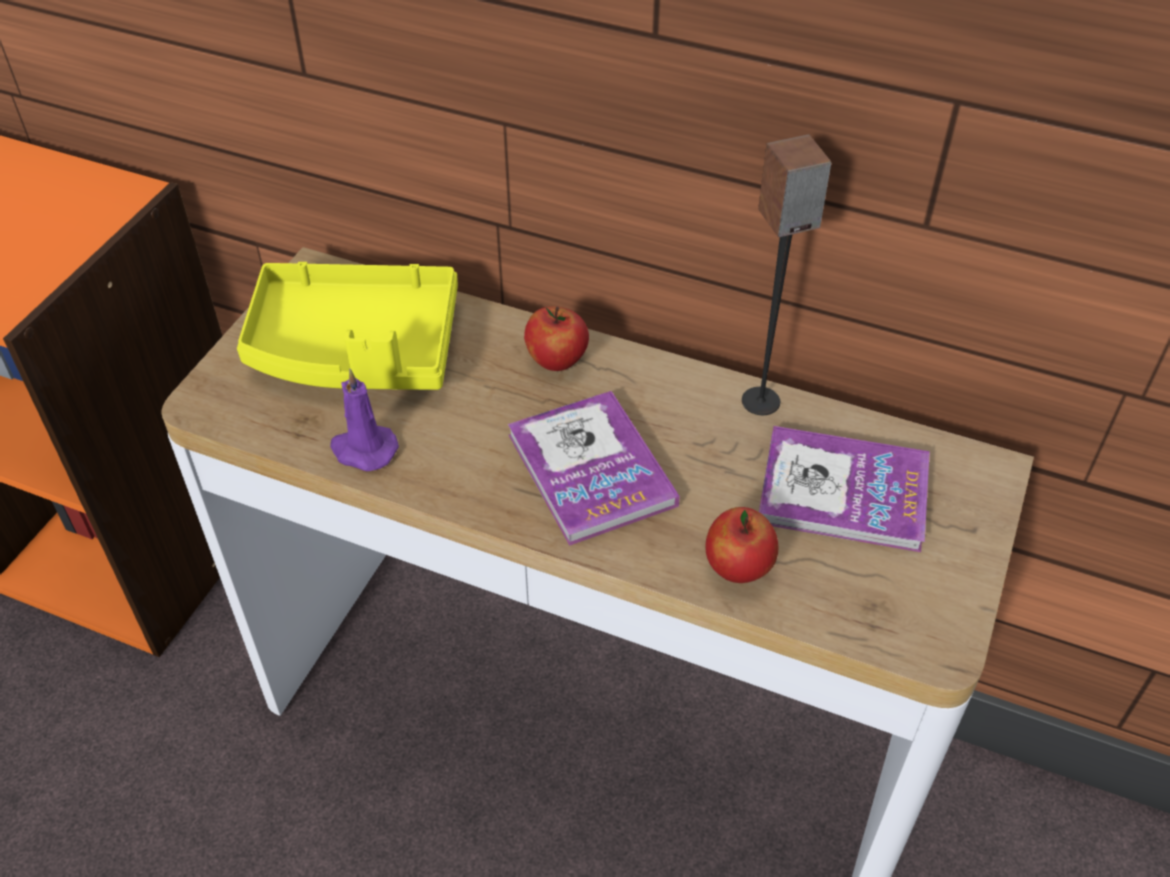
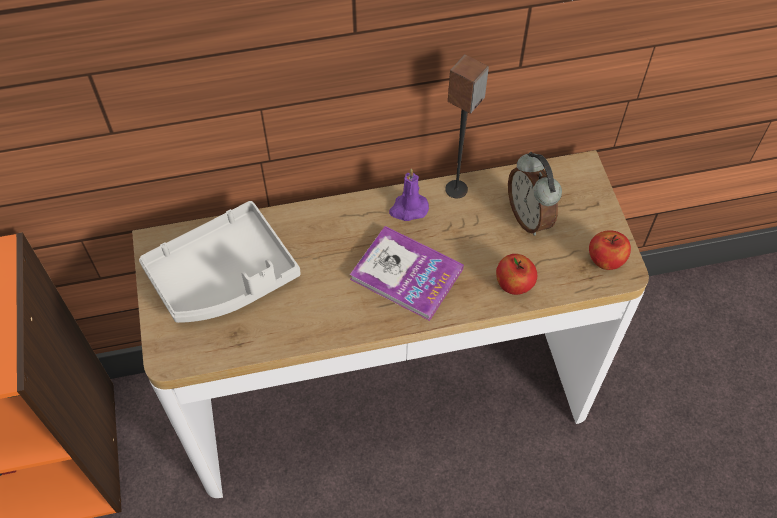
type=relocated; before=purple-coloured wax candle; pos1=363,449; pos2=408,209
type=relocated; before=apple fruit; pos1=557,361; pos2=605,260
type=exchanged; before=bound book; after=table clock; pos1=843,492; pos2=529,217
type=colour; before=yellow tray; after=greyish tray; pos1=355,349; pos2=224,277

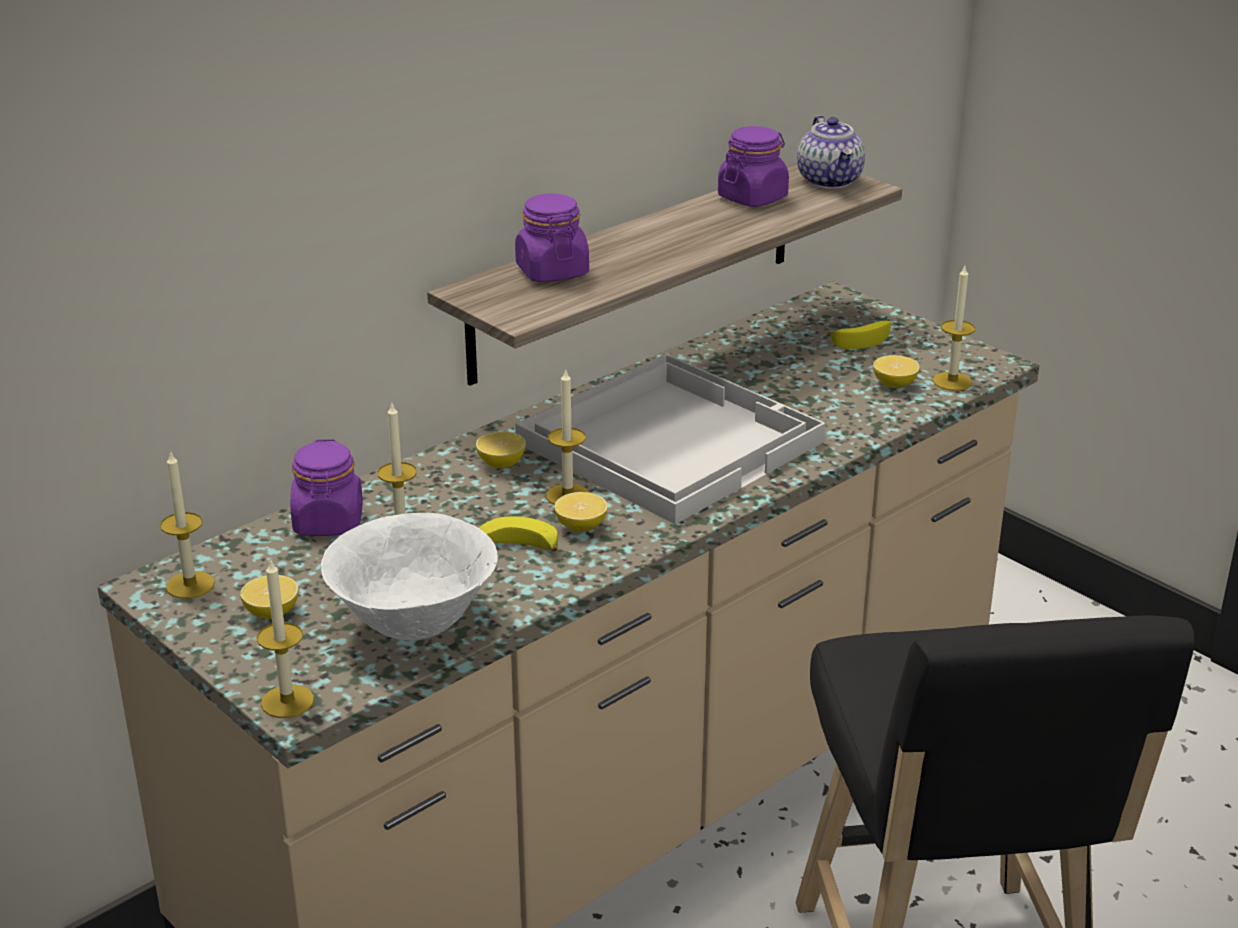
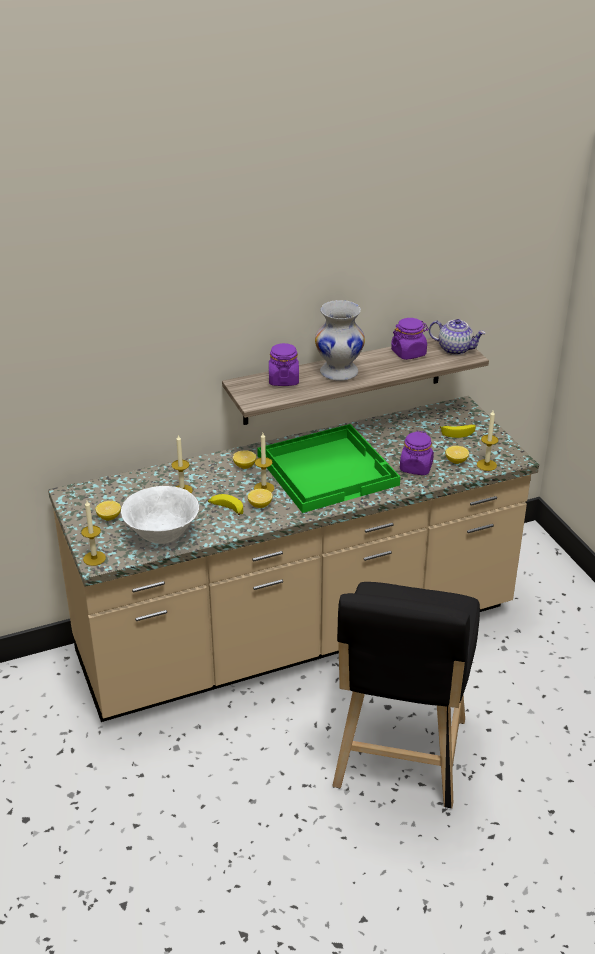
type=missing; before=wax candle; pos1=190,585
type=appeared; after=white-coloured flower vase; pos2=338,372
type=relocated; before=purple-coloured preserve jar; pos1=329,522; pos2=416,468
type=colour; before=white-coloured tray; after=green tray; pos1=670,440; pos2=328,469
type=spun; before=teapot; pos1=830,181; pos2=455,349; turn=-75

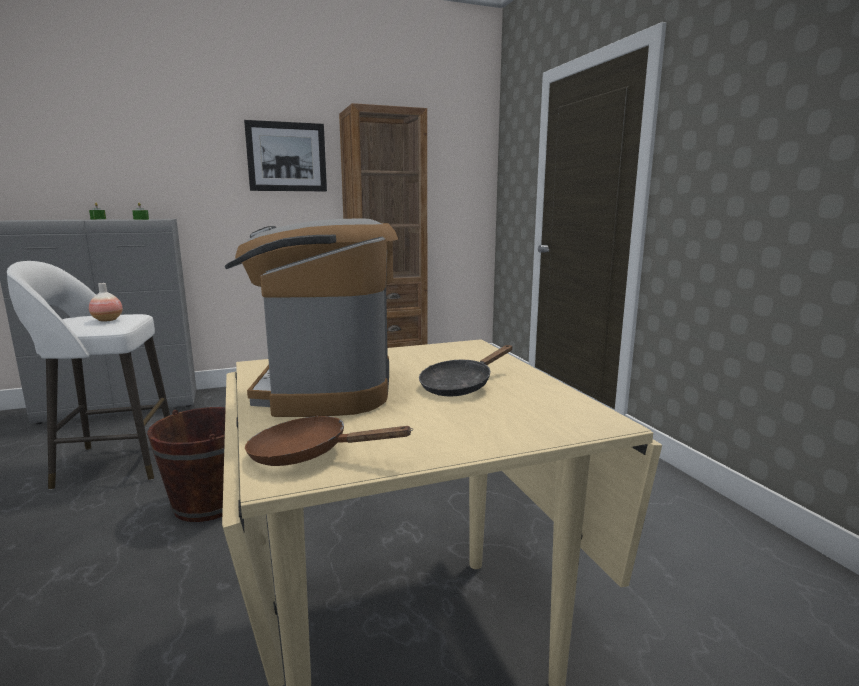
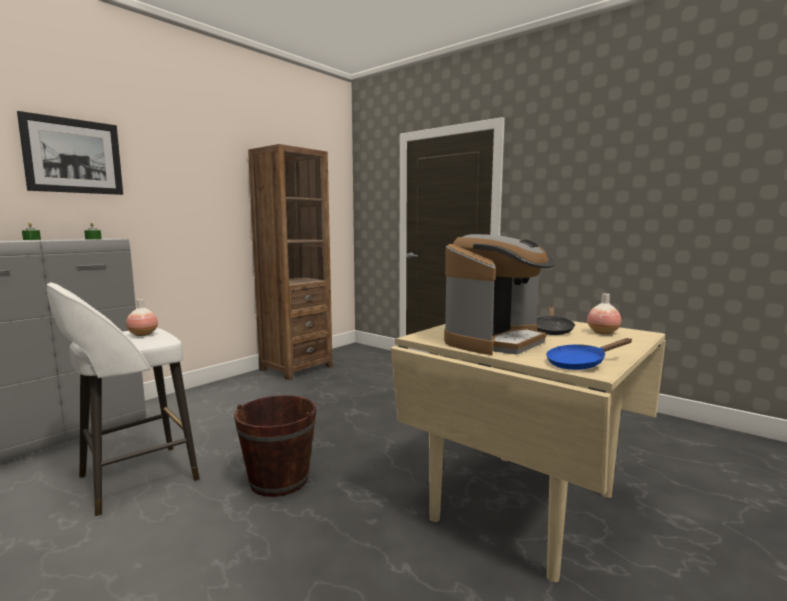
type=appeared; after=flower vase; pos2=603,332
type=relocated; before=wall art; pos1=286,157; pos2=73,156
type=colour; before=brown-coloured skillet; after=blue-coloured skillet; pos1=308,454; pos2=580,364
type=spun; before=coffee maker; pos1=324,389; pos2=495,341; turn=-105

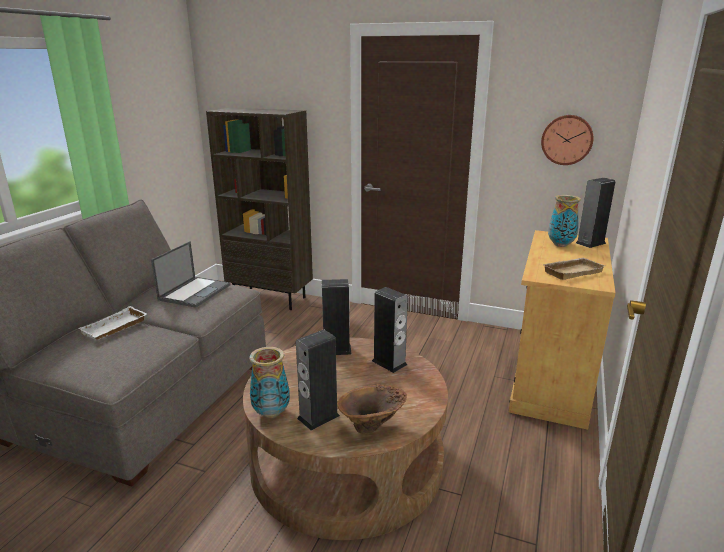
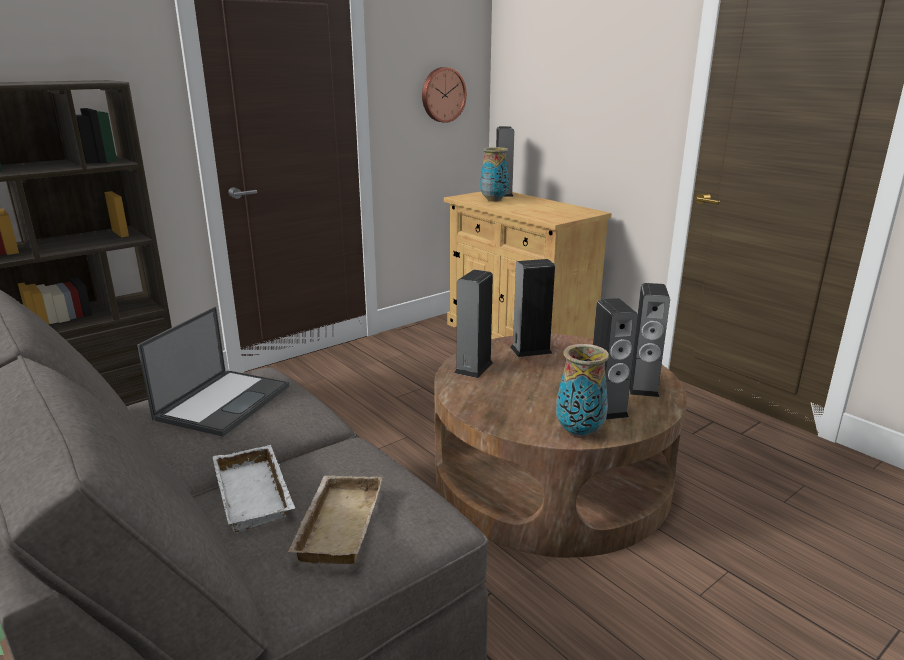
type=relocated; before=sand-coloured tray; pos1=571,271; pos2=337,523
type=exchanged; before=brown-coloured flower vase; after=audio speaker; pos1=372,427; pos2=643,386
type=spun; before=laptop; pos1=195,292; pos2=224,401; turn=60

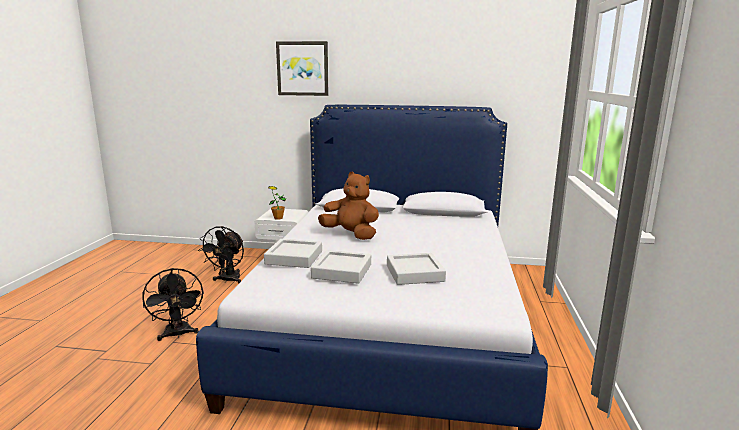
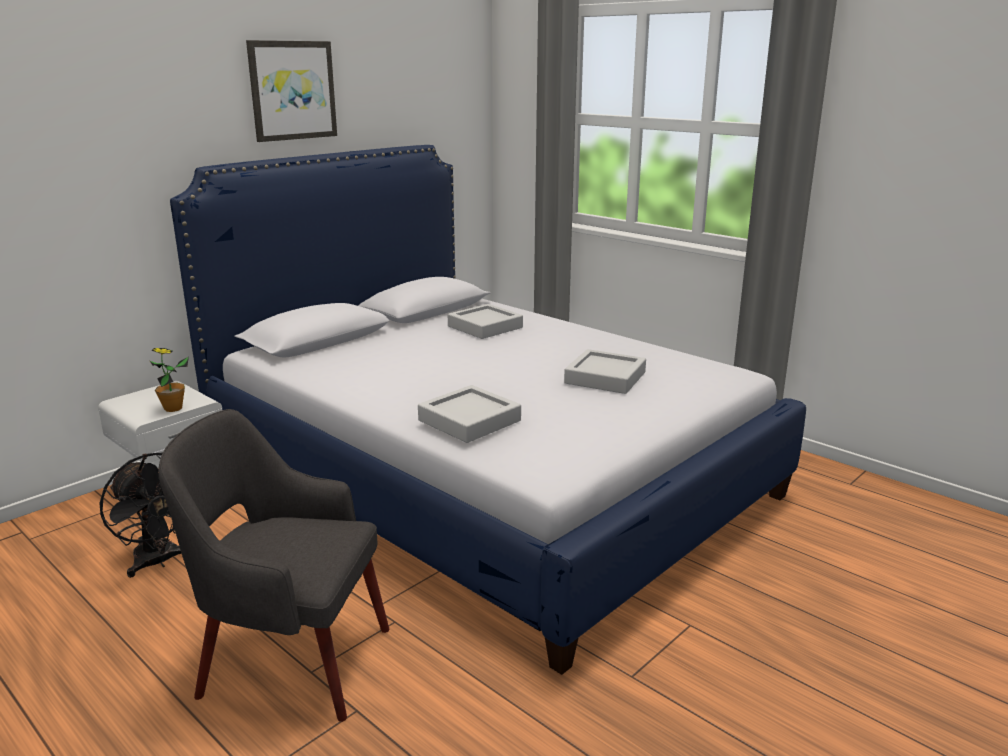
type=missing; before=brown-coloured cuddly toy; pos1=351,235
type=relocated; before=wall art; pos1=302,68; pos2=292,90
type=relocated; before=greyish tray; pos1=342,271; pos2=485,327
type=exchanged; before=black-coloured electric fan; after=greyish lounge chair; pos1=178,334; pos2=292,661

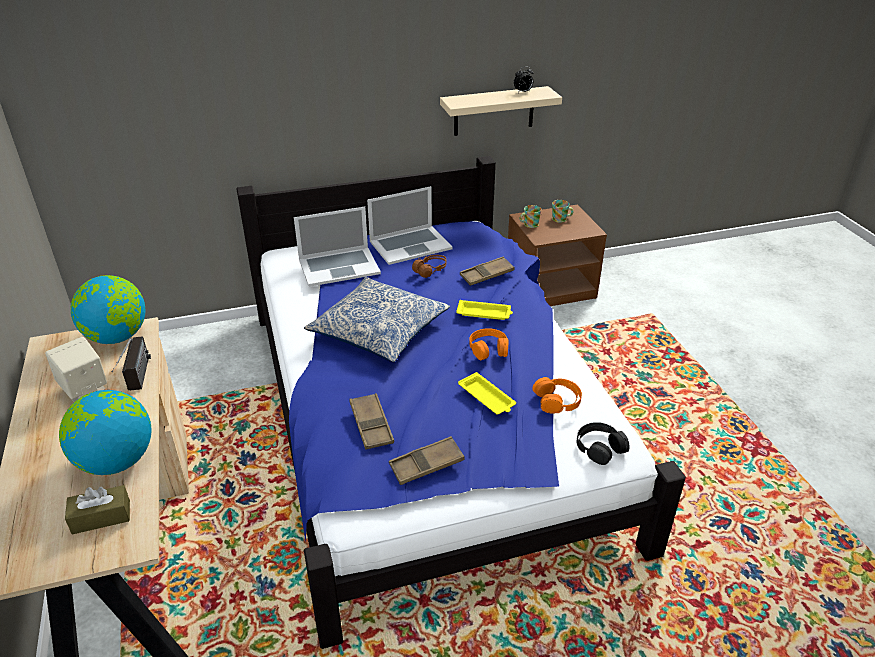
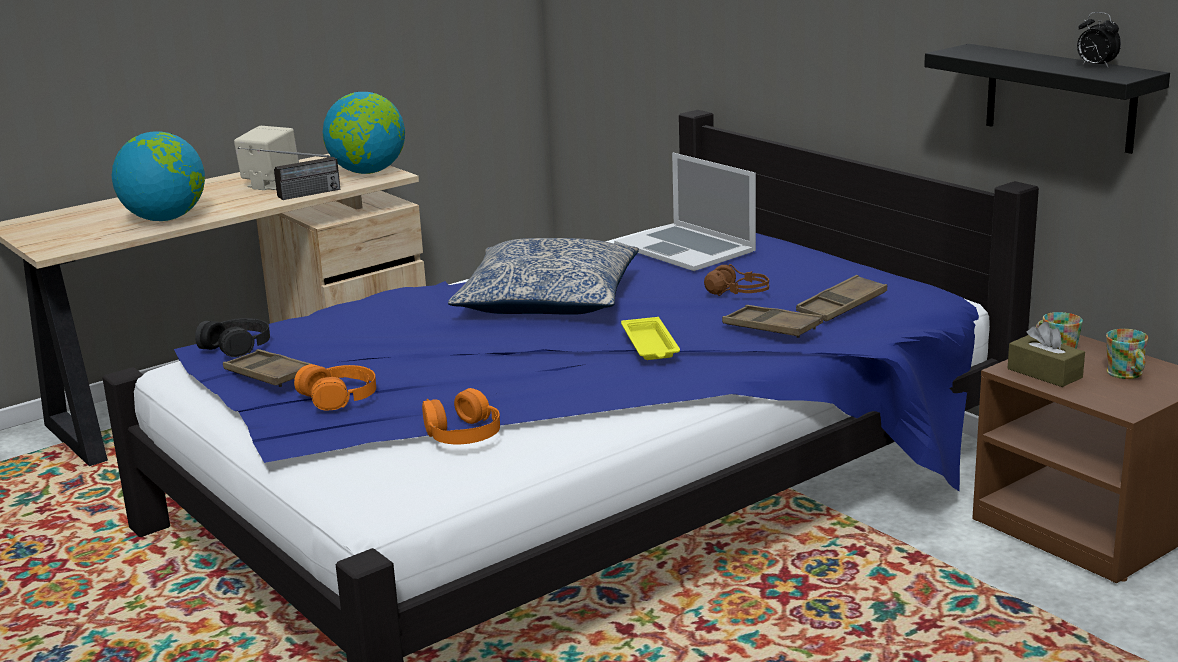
type=missing; before=laptop; pos1=410,245
type=missing; before=yellow tray; pos1=487,398
type=relocated; before=brown-coloured tissue holder; pos1=101,517; pos2=1044,373
type=relocated; before=brown-coloured tray; pos1=371,425; pos2=842,306
type=relocated; before=orangey headset; pos1=488,349; pos2=339,396
type=relocated; before=black-coloured headset; pos1=600,447; pos2=236,345
type=colour; before=sand-coloured wall shelf; after=black-coloured wall shelf; pos1=494,111; pos2=1060,98

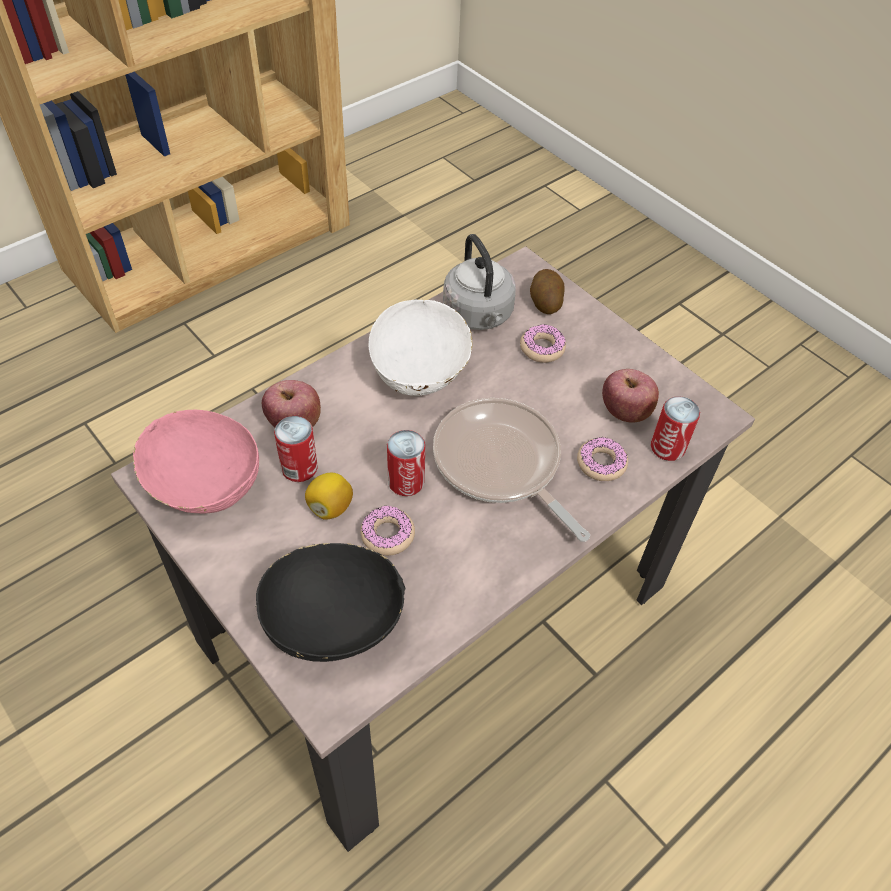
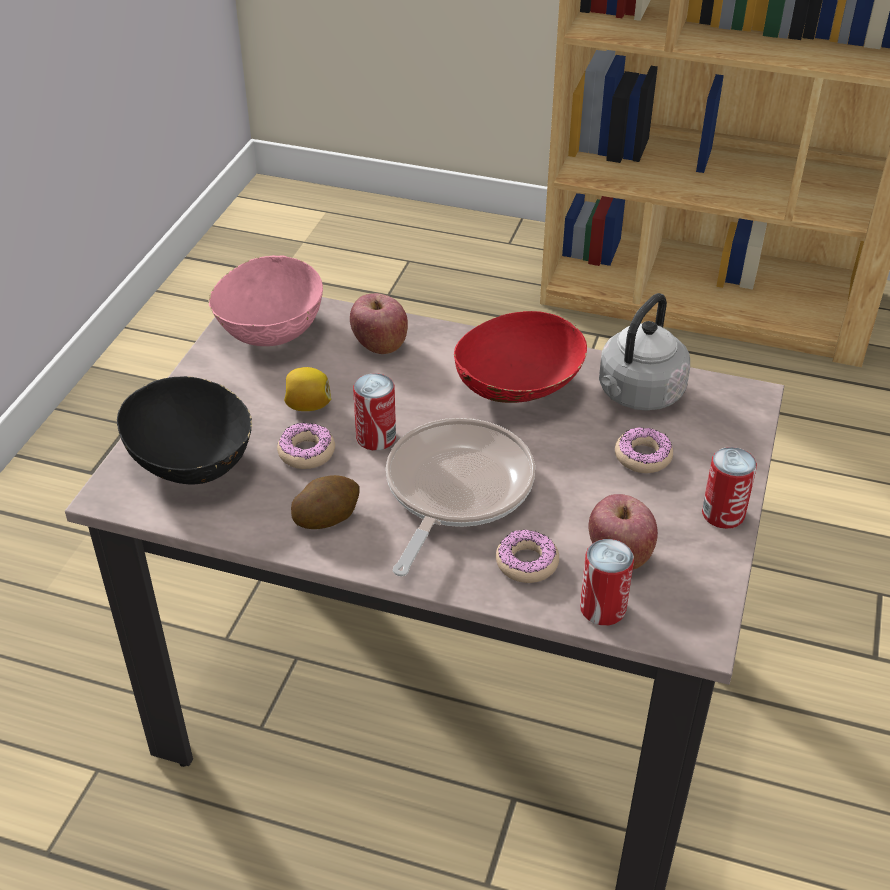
type=relocated; before=metal can; pos1=299,468; pos2=723,514
type=relocated; before=potato; pos1=545,302; pos2=327,516
type=colour; before=white-coloured bowl; after=red bowl; pos1=420,372; pos2=518,389

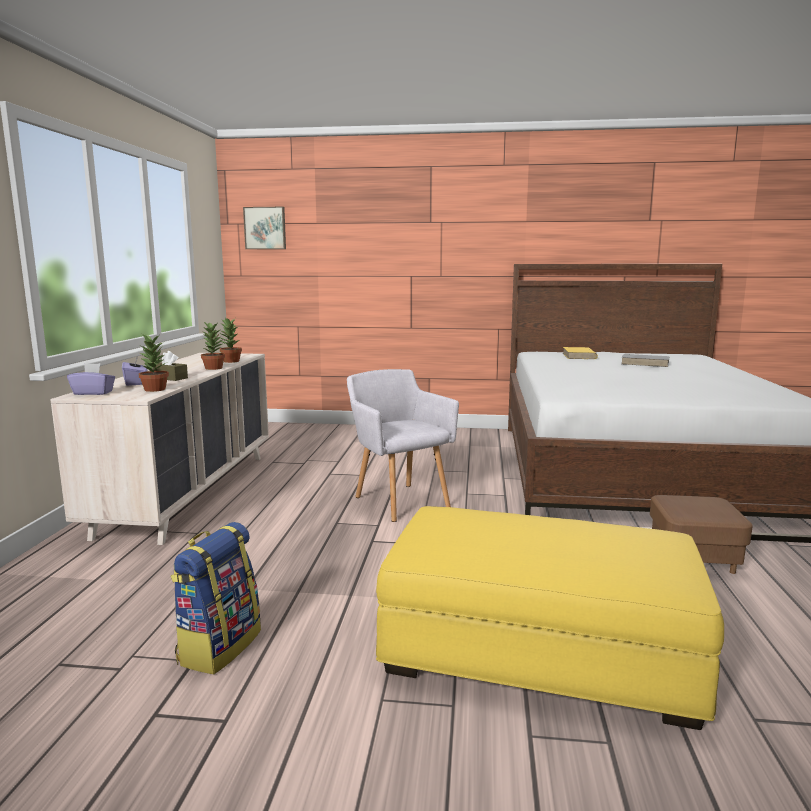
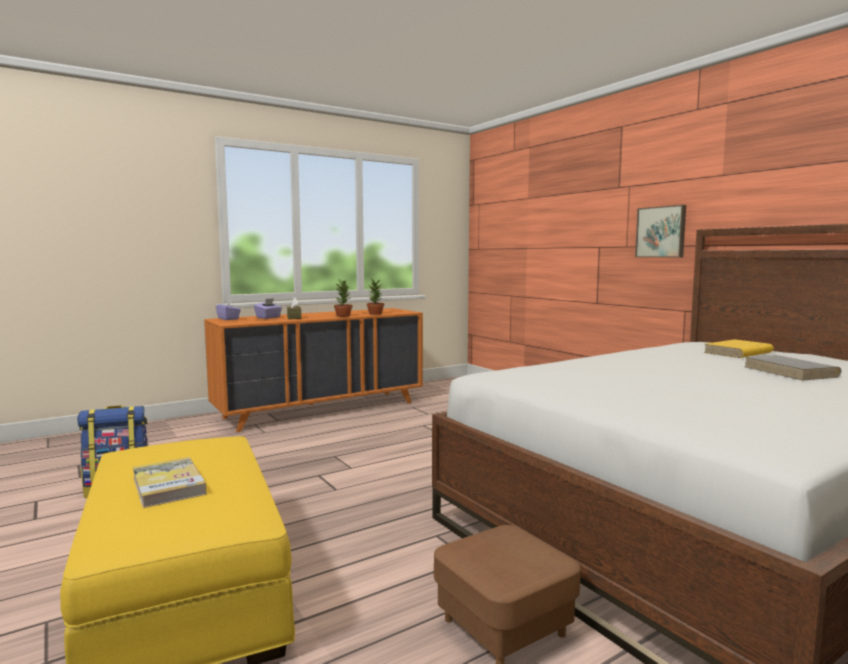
type=missing; before=potted plant; pos1=154,389
type=missing; before=greyish lounge chair; pos1=399,500
type=appeared; after=bound book; pos2=168,485
type=relocated; before=wall art; pos1=265,228; pos2=661,232
type=colour; before=sand-coloured chest of drawers; after=orangey chest of drawers; pos1=189,492; pos2=322,410

